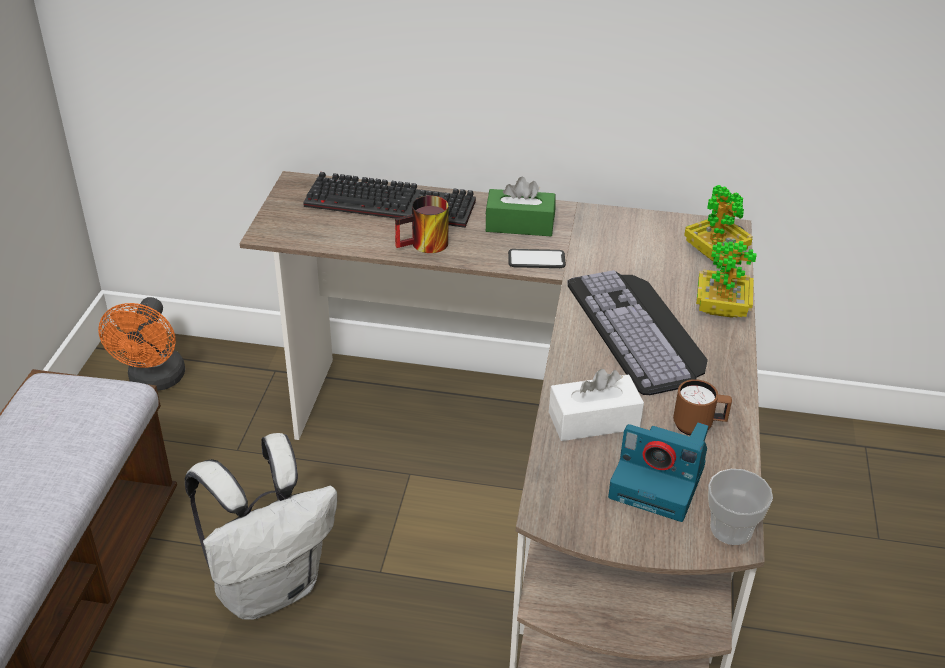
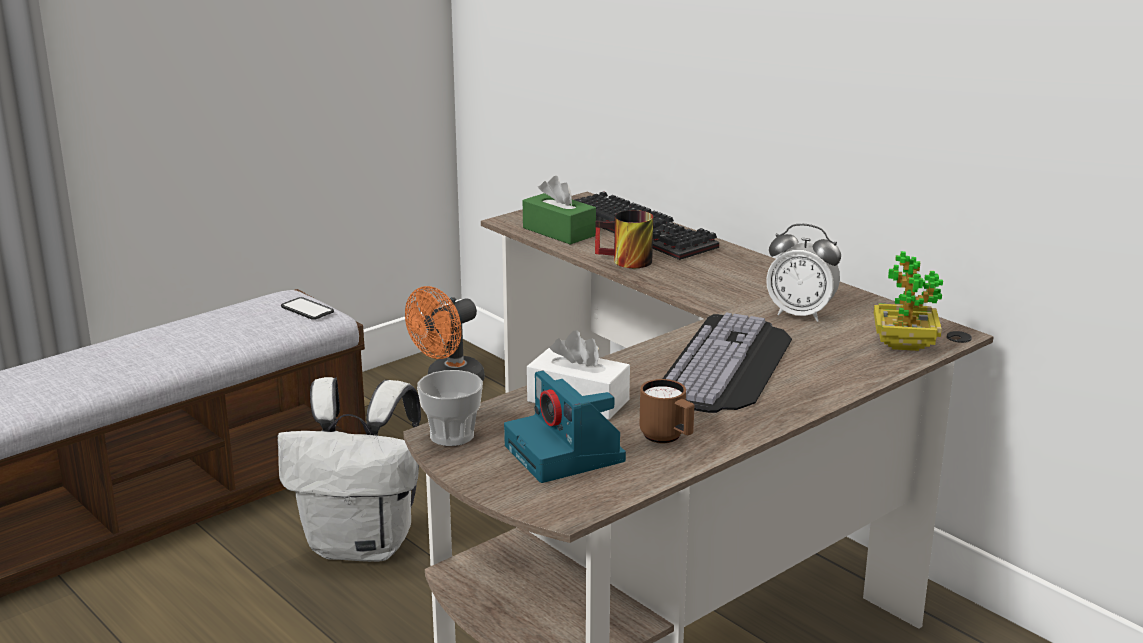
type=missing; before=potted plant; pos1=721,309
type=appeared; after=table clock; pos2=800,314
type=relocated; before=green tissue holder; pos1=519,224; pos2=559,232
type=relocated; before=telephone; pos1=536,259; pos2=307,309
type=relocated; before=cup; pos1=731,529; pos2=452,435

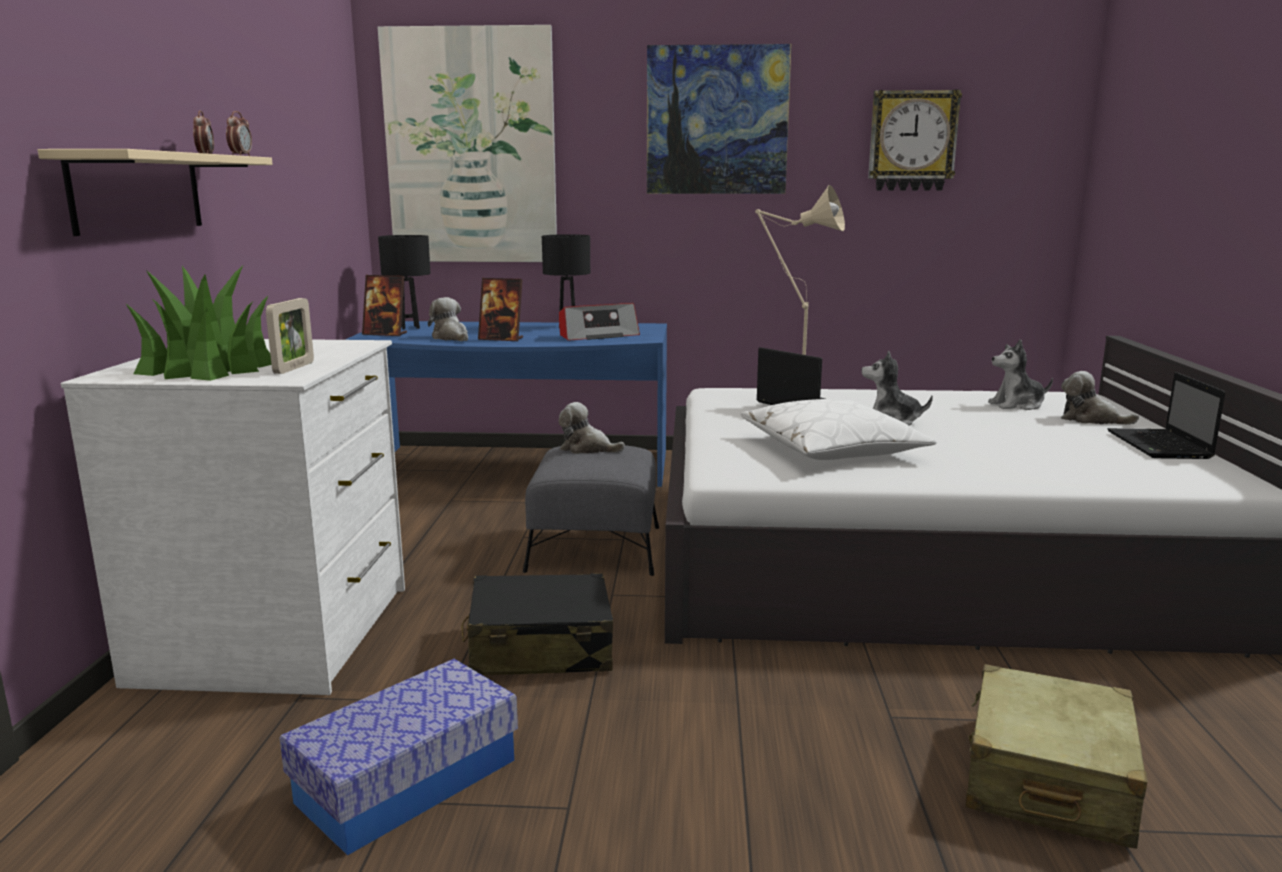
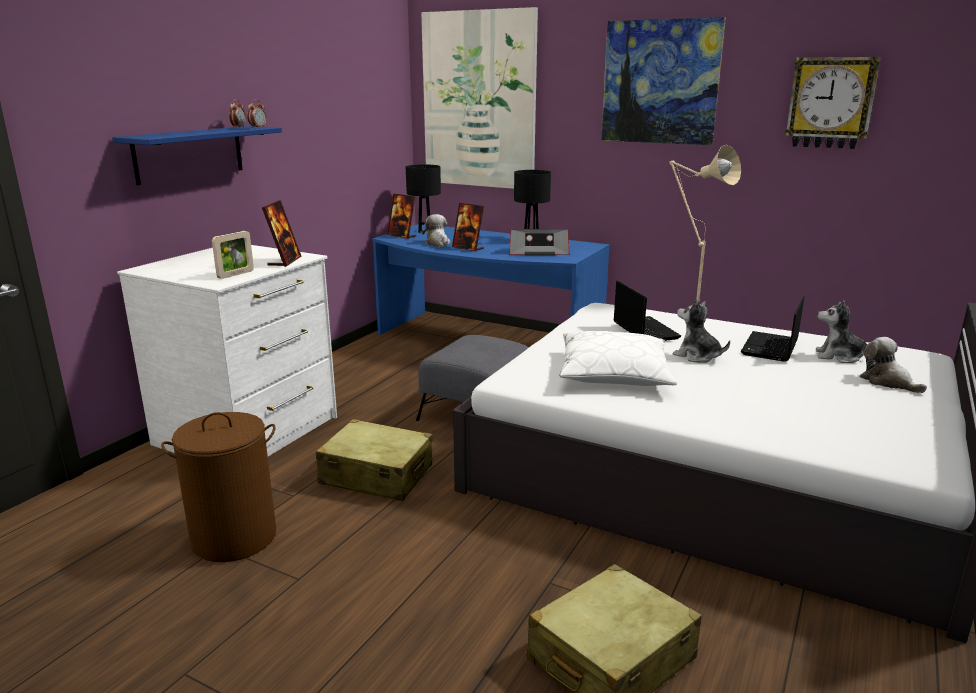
type=missing; before=potted plant; pos1=208,368
type=missing; before=cuddly toy; pos1=587,449
type=appeared; after=standing frame; pos2=284,261
type=relocated; before=laptop; pos1=1160,446; pos2=770,348
type=exchanged; before=storage bin; after=brown-coloured washing basket; pos1=408,781; pos2=235,537
type=colour; before=sand-coloured wall shelf; after=blue-coloured wall shelf; pos1=138,192; pos2=189,154
type=colour; before=black-coloured piece of luggage; after=sand-coloured piece of luggage; pos1=540,648; pos2=376,475

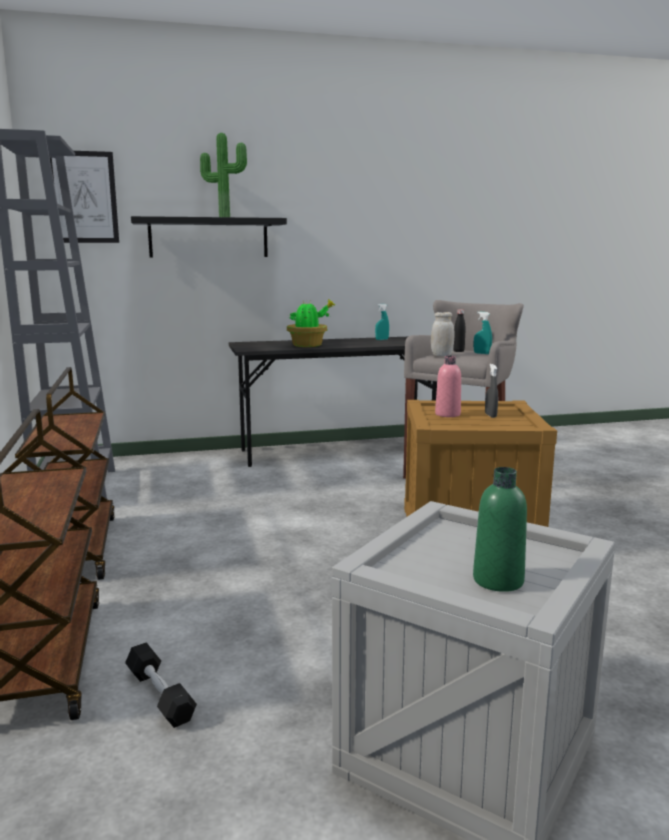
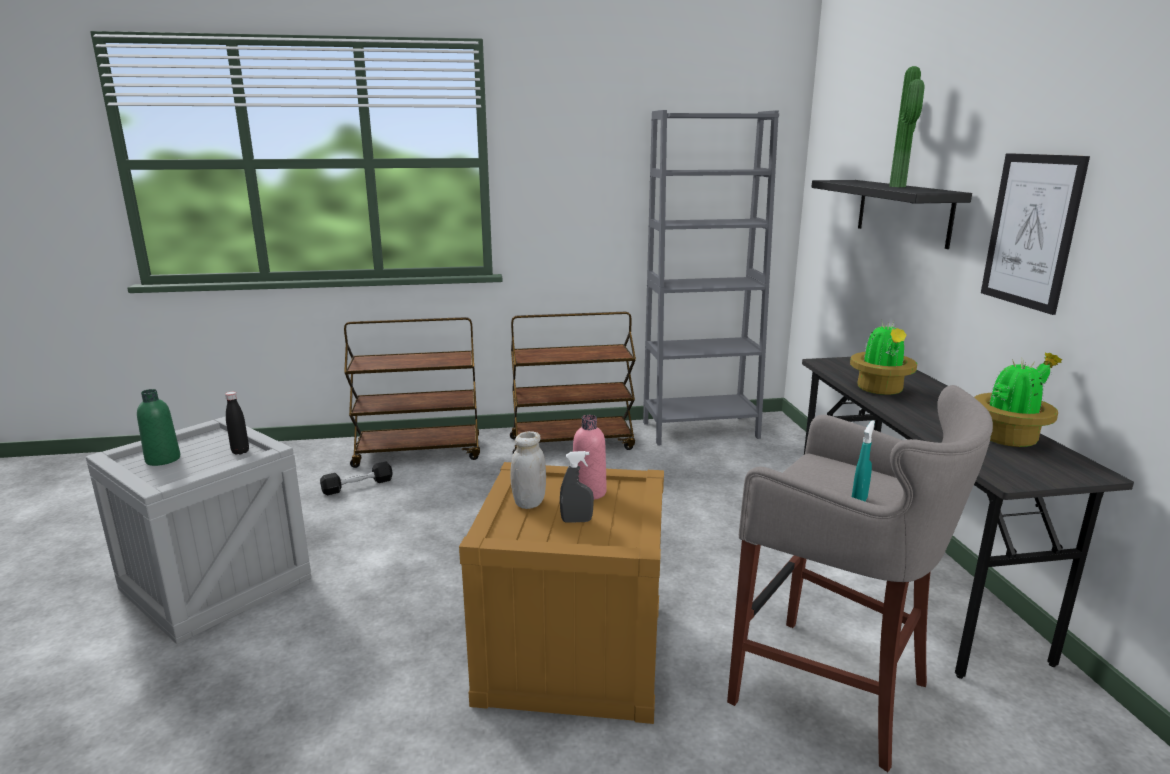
type=relocated; before=wall art; pos1=83,197; pos2=1031,231
type=relocated; before=white-coloured preserve jar; pos1=441,355; pos2=529,502
type=relocated; before=black-coloured drink bottle; pos1=458,351; pos2=240,452
type=exchanged; before=blue-green sprayer; after=potted plant; pos1=382,339; pos2=1009,438

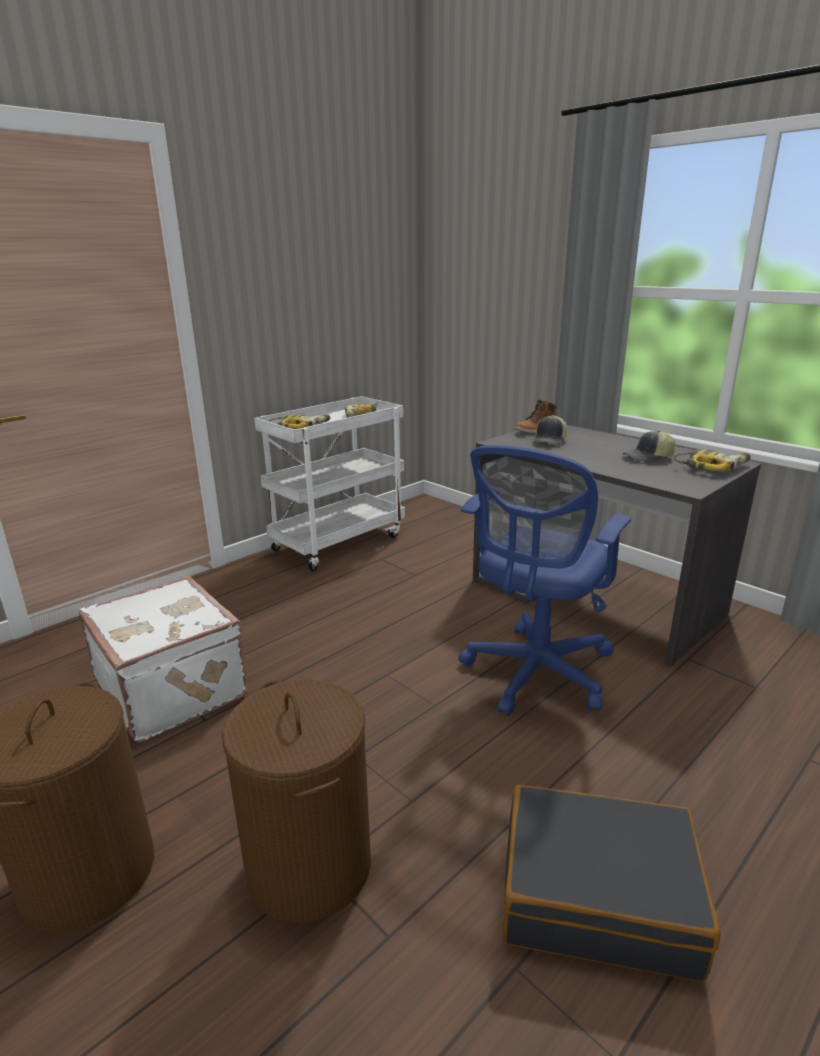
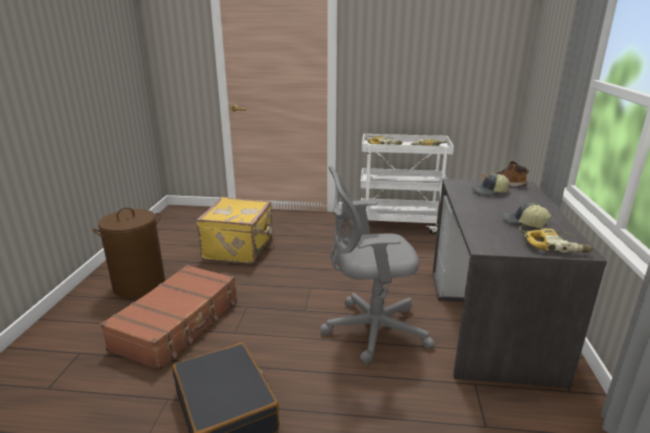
type=exchanged; before=brown-coloured washing basket; after=brown-coloured piece of luggage; pos1=308,865; pos2=178,324
type=colour; before=white-coloured piece of luggage; after=yellow piece of luggage; pos1=174,688; pos2=240,248
type=colour; before=blue-coloured computer chair; after=greyish computer chair; pos1=535,675; pos2=370,330

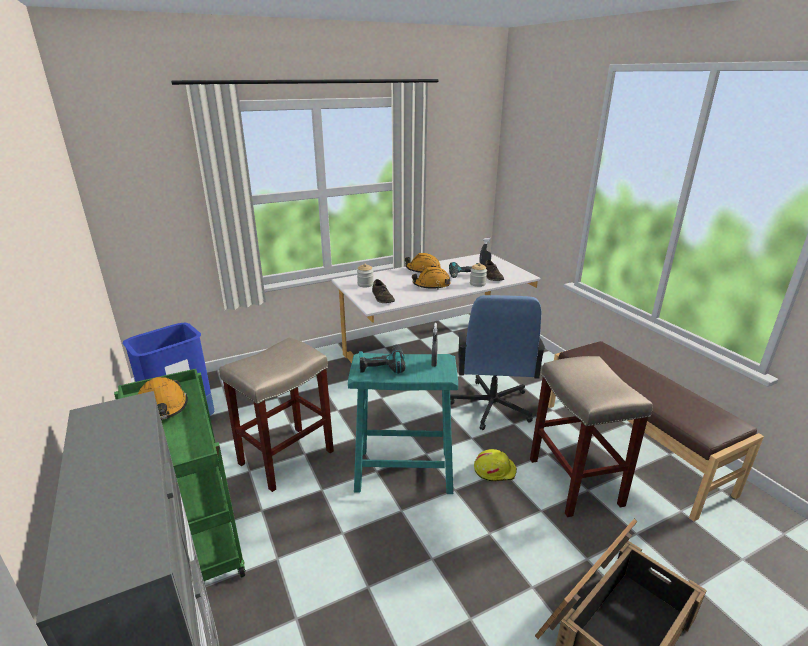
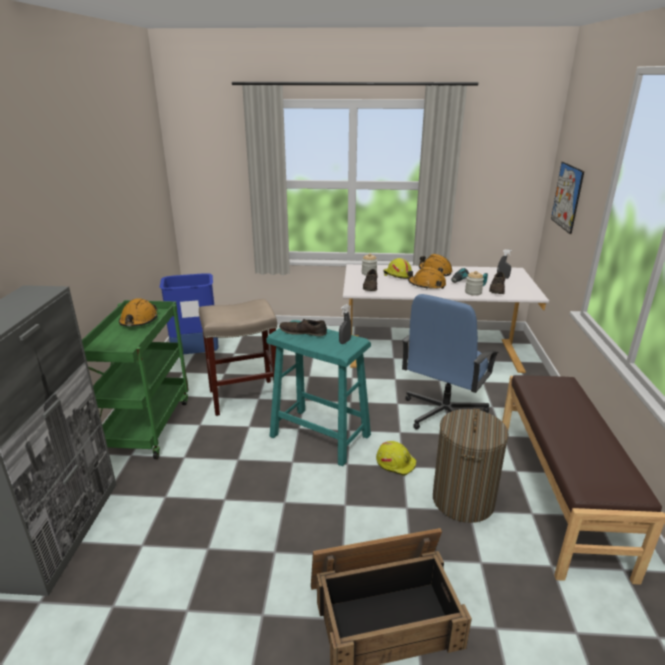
type=appeared; after=yellow hard hat; pos2=397,275
type=appeared; after=wall art; pos2=567,197
type=exchanged; before=drill; after=brown-coloured shoe; pos1=382,365; pos2=303,332
type=exchanged; before=sand-coloured sitting stool; after=washing basket; pos1=576,482; pos2=463,500

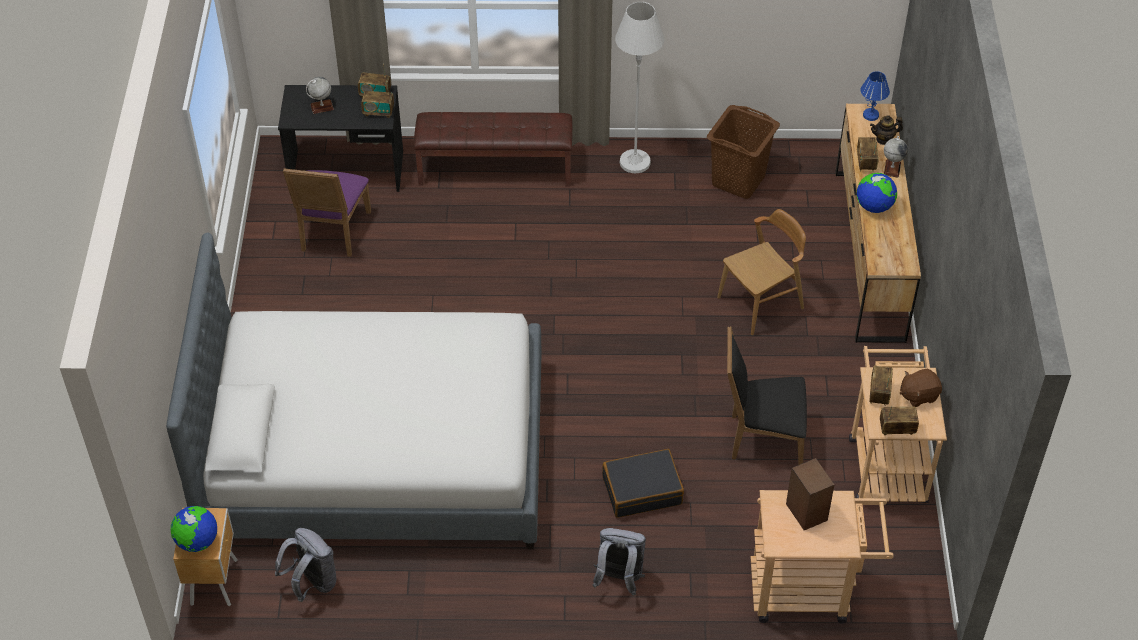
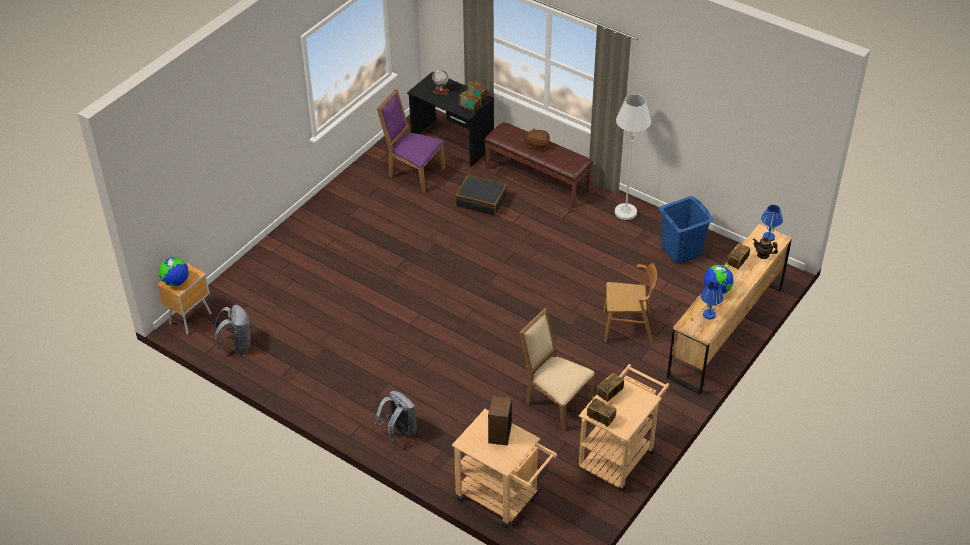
type=missing; before=bedroom bed; pos1=376,452
type=missing; before=world globe; pos1=892,168
type=appeared; after=blue-coloured tabletop lamp; pos2=709,314
type=relocated; before=black-coloured piece of luggage; pos1=642,490; pos2=481,201
type=relocated; before=brown-coloured cuddly toy; pos1=918,395; pos2=537,145
type=colour; before=brown-coloured washing basket; after=blue-coloured washing basket; pos1=739,180; pos2=681,251
type=colour; before=black-coloured plain chair; after=sand-coloured plain chair; pos1=761,438; pos2=555,401
type=spun; before=purple-coloured plain chair; pos1=332,234; pos2=413,172; turn=75

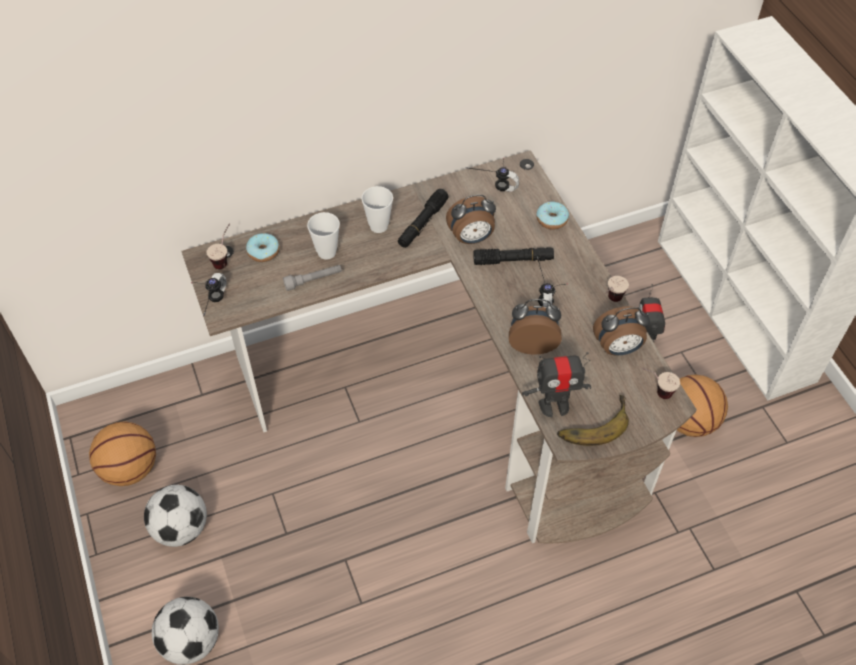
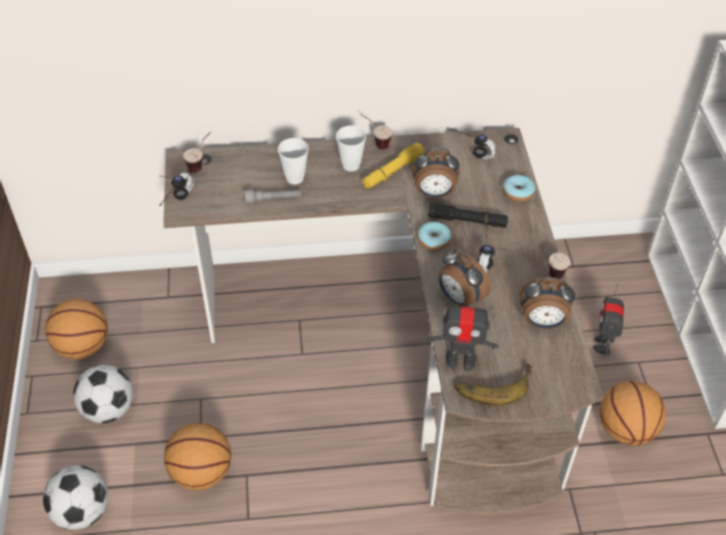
type=appeared; after=basketball; pos2=202,472
type=relocated; before=ring doughnut; pos1=263,252; pos2=434,240
type=relocated; before=cup; pos1=655,391; pos2=375,143
type=colour; before=black-coloured torch; after=yellow torch; pos1=422,223; pos2=392,171
type=spun; before=table clock; pos1=532,343; pos2=459,299; turn=-150

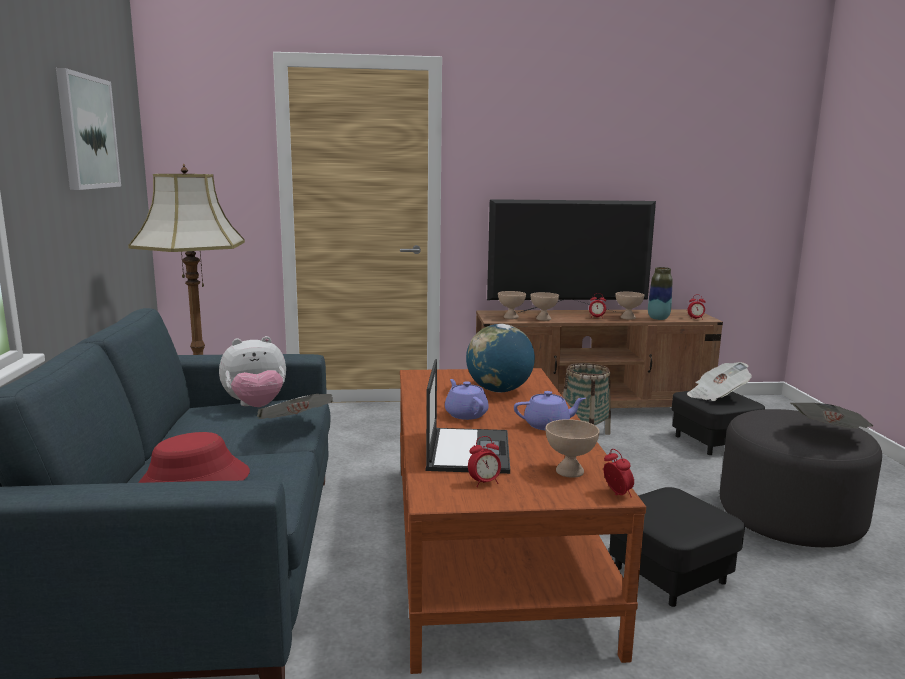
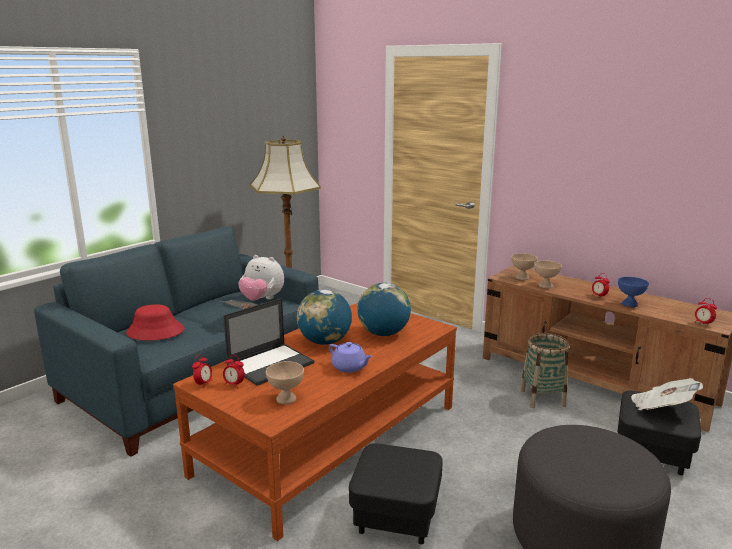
type=missing; before=wall art; pos1=87,132
type=missing; before=television; pos1=567,312
type=missing; before=flower vase; pos1=658,318
type=missing; before=newspaper; pos1=829,435
type=relocated; before=table clock; pos1=617,494; pos2=203,384
type=exchanged; before=purple-coloured teapot; after=world globe; pos1=465,414; pos2=325,342
type=colour; before=sand-coloured bowl; after=blue-coloured bowl; pos1=627,317; pos2=629,304

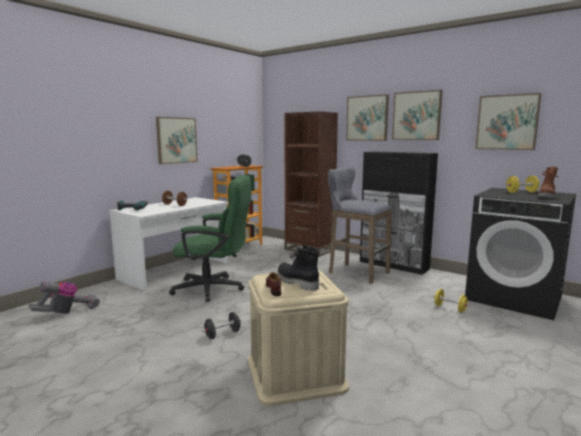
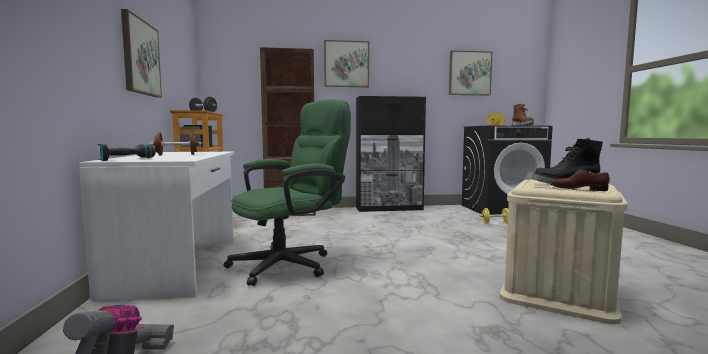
type=missing; before=black-coloured hand weight; pos1=222,334
type=missing; before=greyish sitting stool; pos1=355,272
type=missing; before=wall art; pos1=416,116

